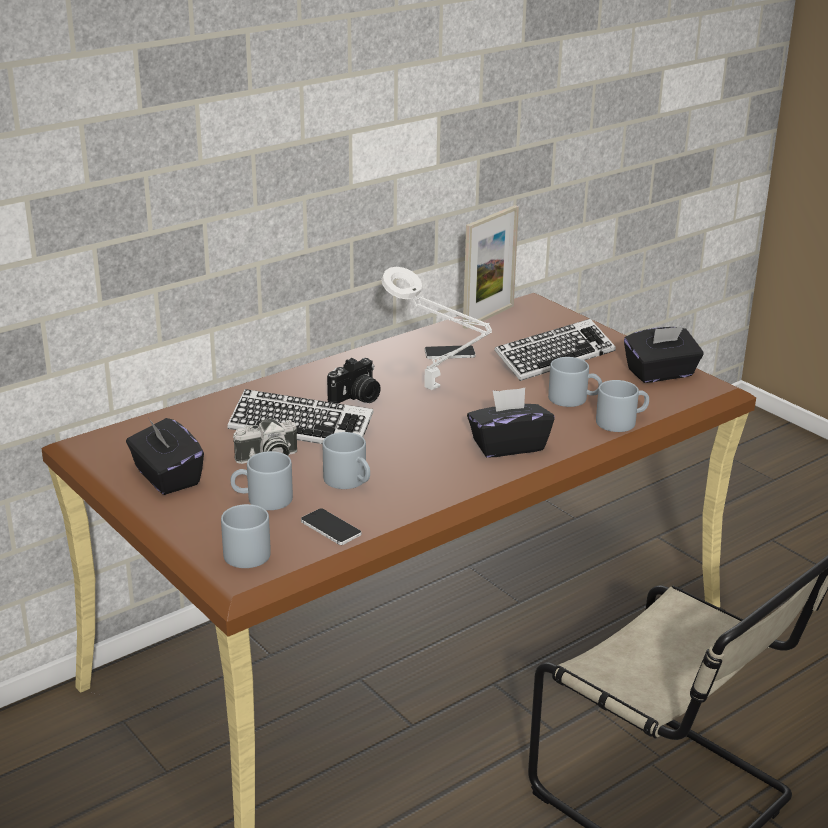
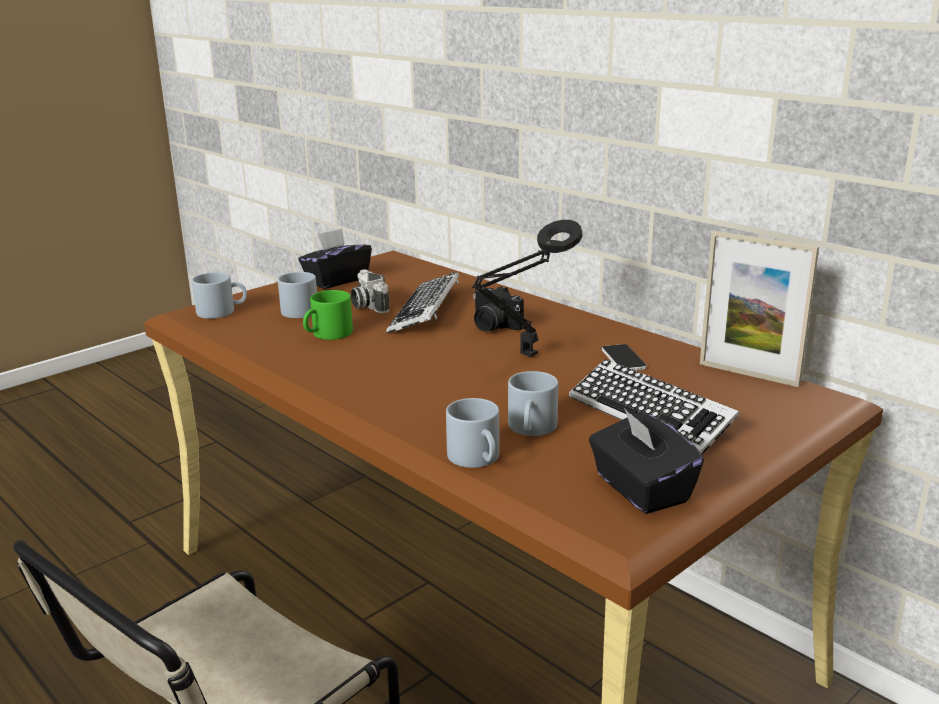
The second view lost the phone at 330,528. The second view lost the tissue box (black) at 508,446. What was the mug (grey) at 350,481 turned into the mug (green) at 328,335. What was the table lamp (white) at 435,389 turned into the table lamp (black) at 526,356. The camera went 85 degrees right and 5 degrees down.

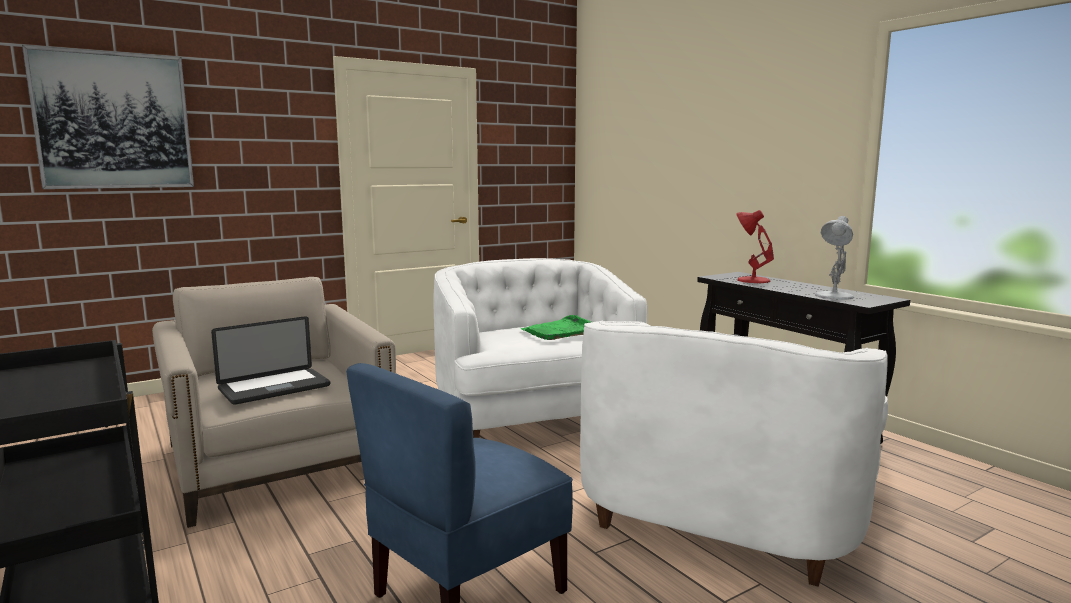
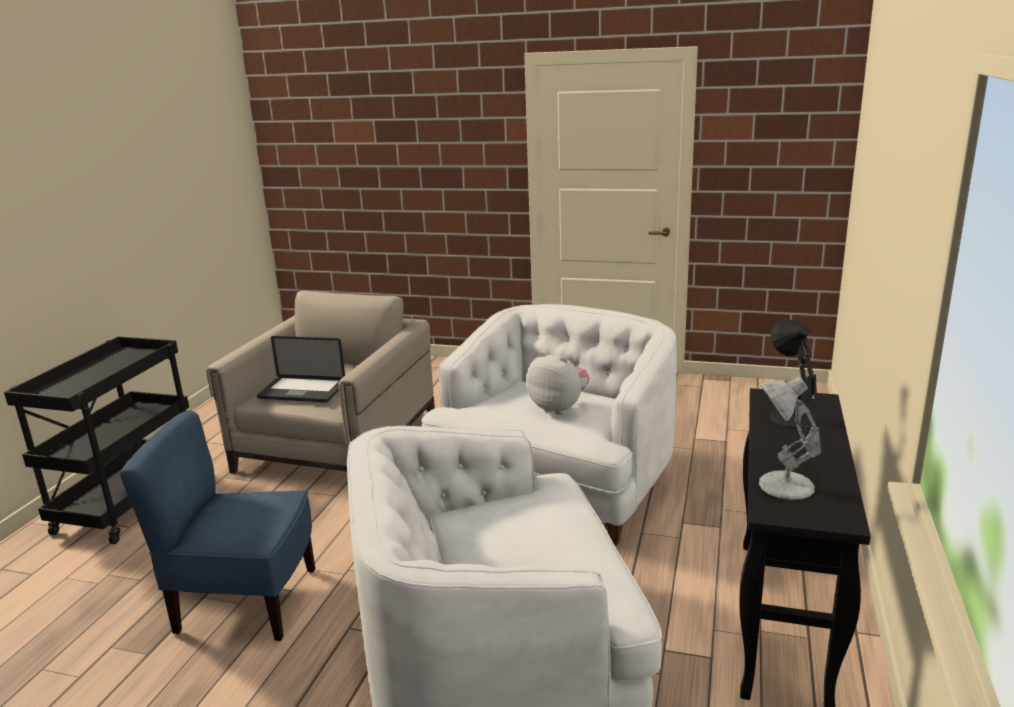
The second view lost the picture at 113,121. Where the tray (green) stood at 561,331, the plush toy came to stand at 559,408. What was the table lamp (red) at 751,280 turned into the table lamp (black) at 791,417. The camera went 50 degrees right and 10 degrees up.

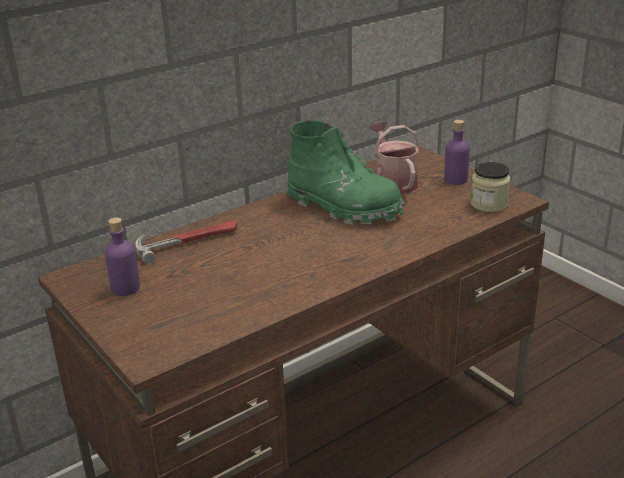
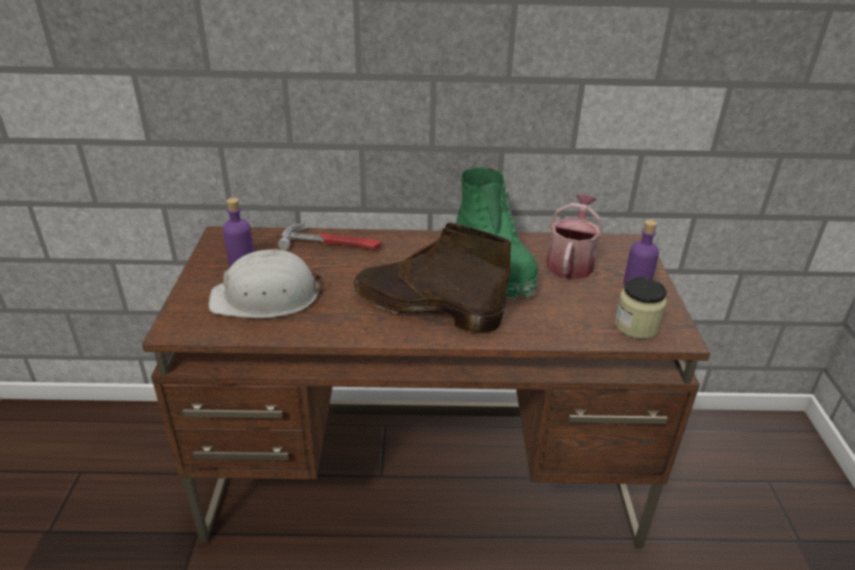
The second view gained the hard hat (white) at 266,297. The second view gained the boot (brown) at 425,307. The camera went 35 degrees right and 5 degrees up.

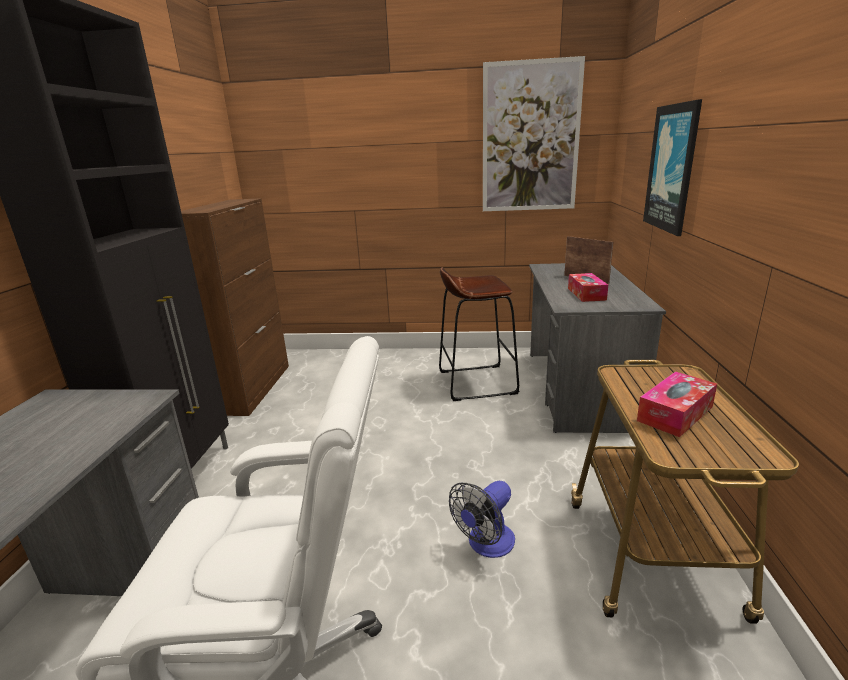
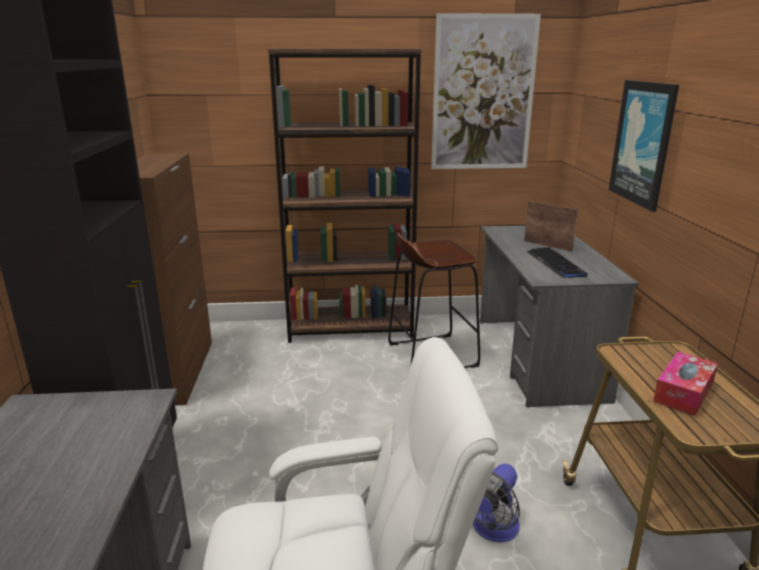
The second view gained the bookcase (brown) at 351,329. Where the tissue box stood at 586,294, the keyboard came to stand at 555,264. The camera went 10 degrees left and 0 degrees up.

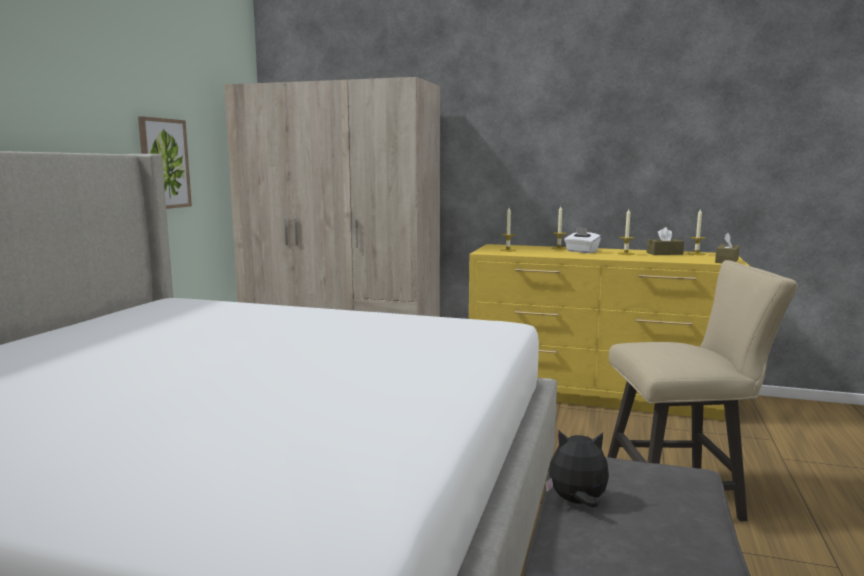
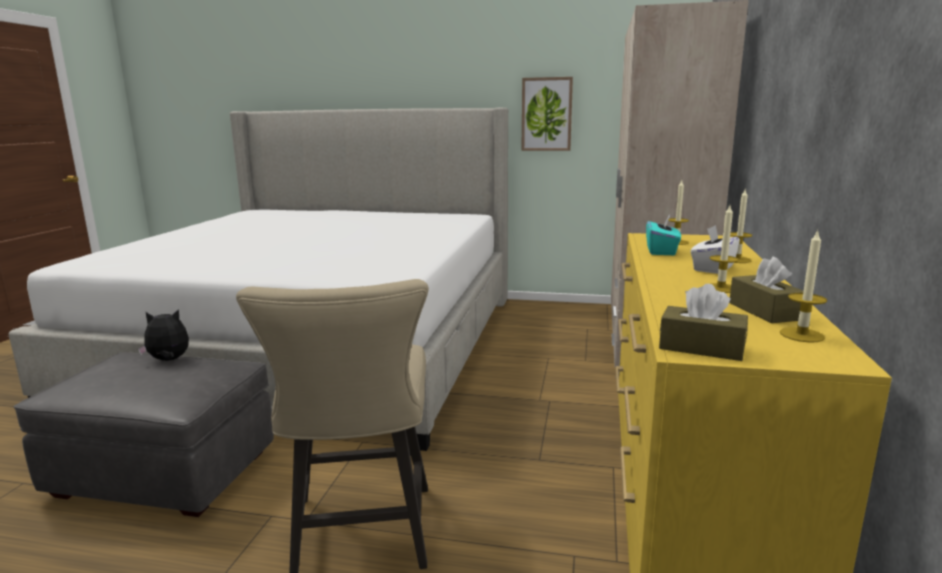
The second view gained the tissue box (turquoise) at 661,251. The plush toy at 577,503 ended up facing another way, 105 degrees counterclockwise from before. The camera went 85 degrees right and 5 degrees up.

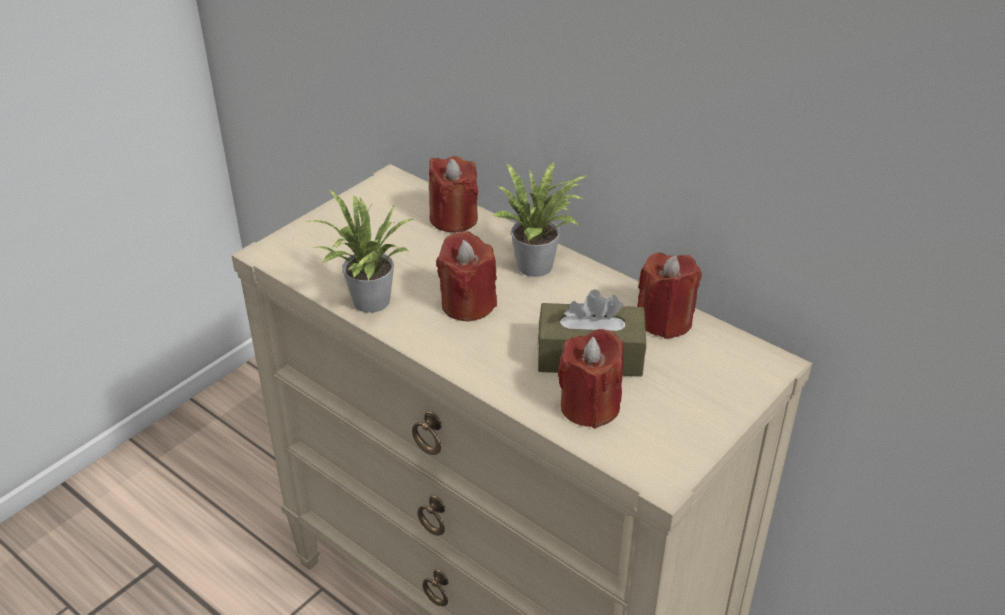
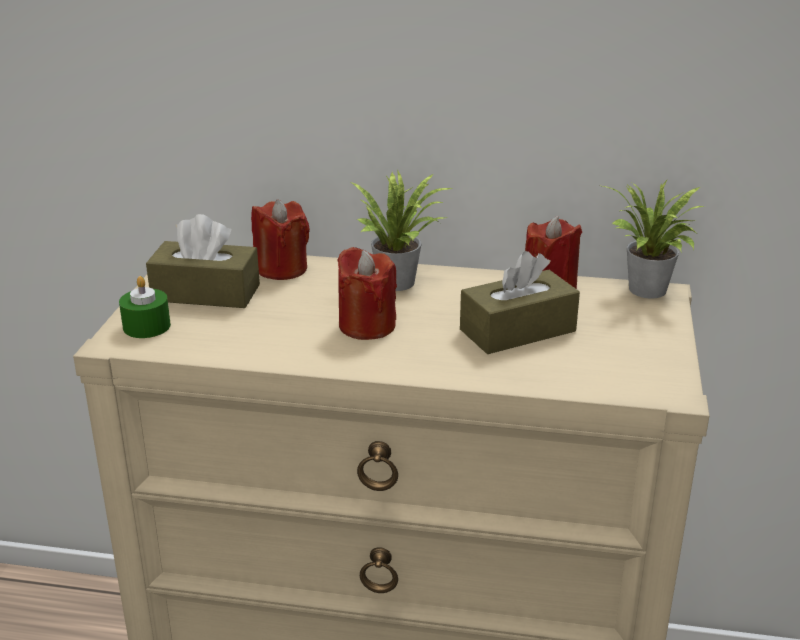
The second view lost the candle (red) at 590,406. The second view gained the candle (green) at 146,326. The second view gained the tissue box (brown) at 206,293. The potted plant ended up elsewhere, having gone from 367,303 to 647,292. The camera went 30 degrees left and 10 degrees down.

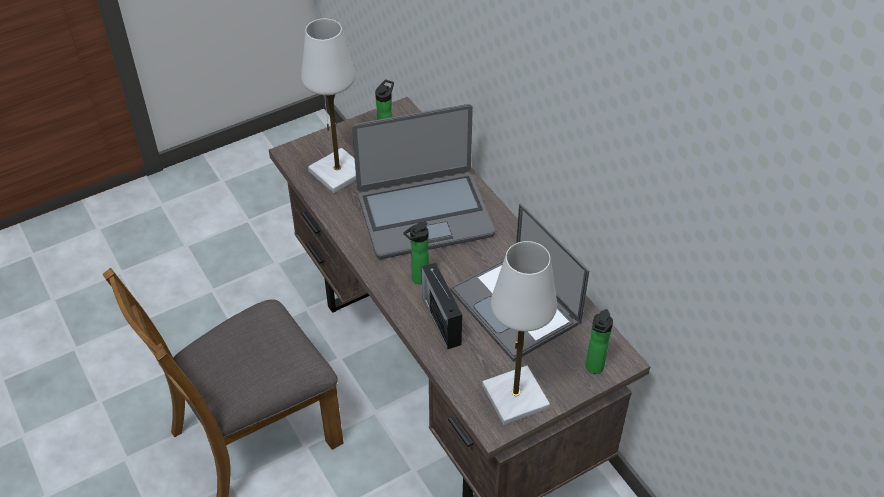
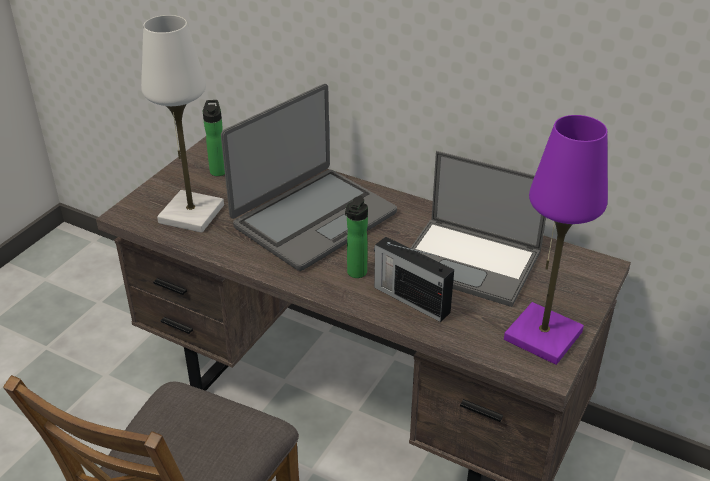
The second view lost the bottle at 593,369. What was the table lamp (white) at 515,397 turned into the table lamp (purple) at 542,336. The camera went 30 degrees left and 10 degrees down.

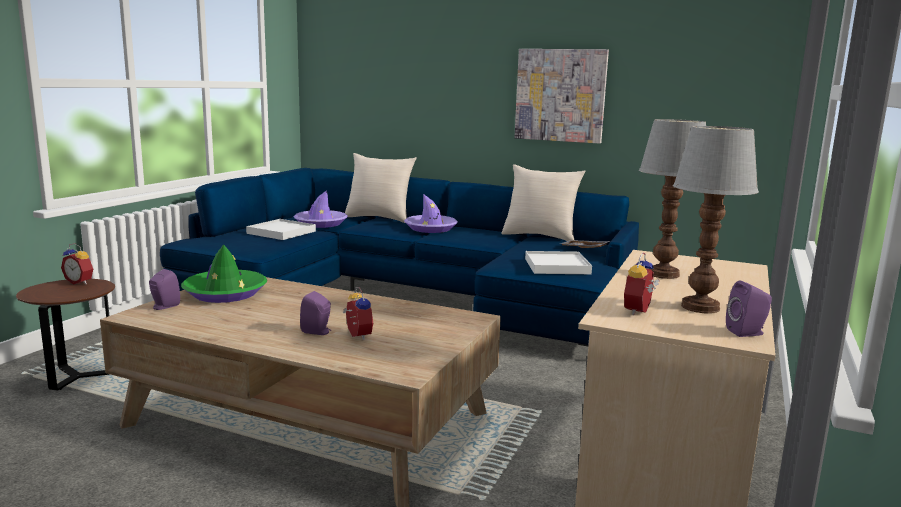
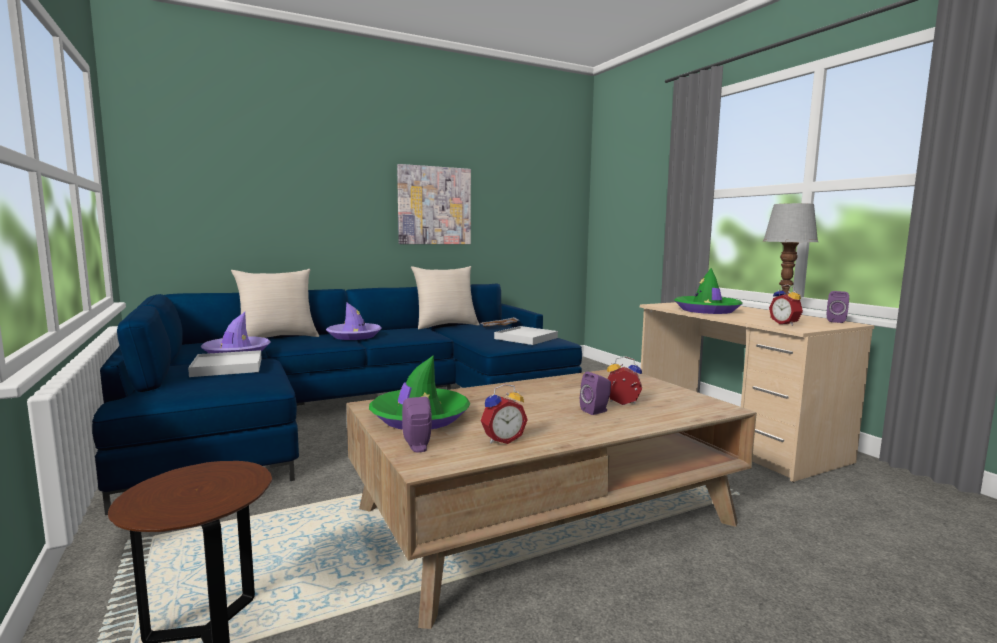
The alarm clock ended up elsewhere, having gone from 80,282 to 502,439. Where the table lamp stood at 662,274, the hat (green) came to stand at 707,310. The camera went 50 degrees left and 5 degrees down.

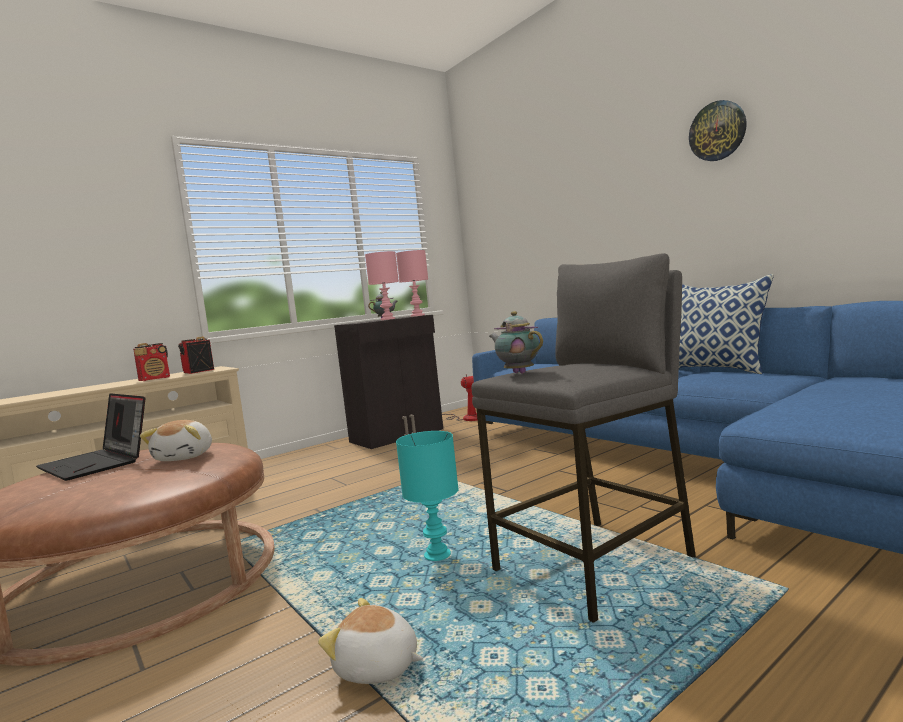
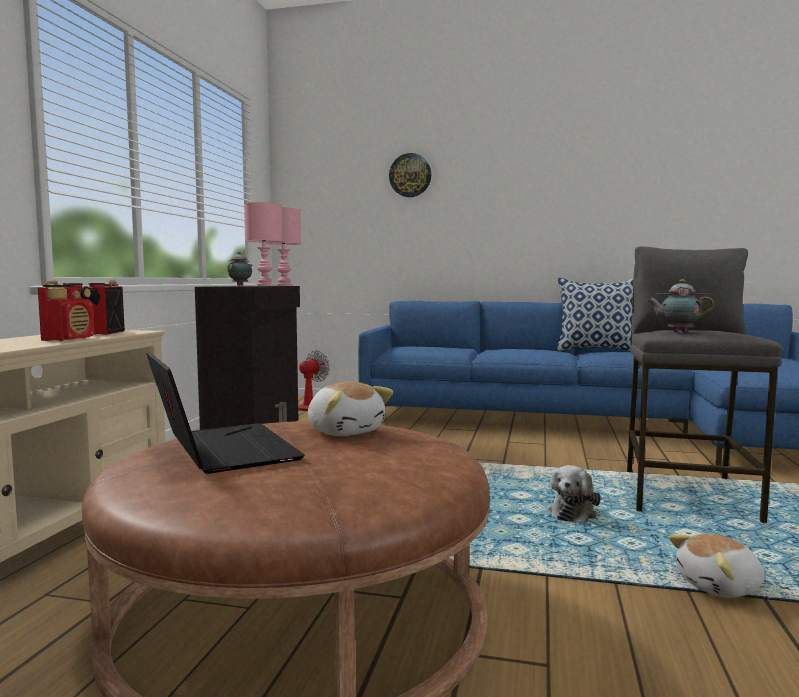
The wall clock ended up elsewhere, having gone from 717,131 to 410,175. Where the table lamp (turquoise) stood at 438,556, the plush toy came to stand at 572,513. The laptop at 98,463 ended up facing another way, 120 degrees counterclockwise from before. The camera went 40 degrees left and 0 degrees up.

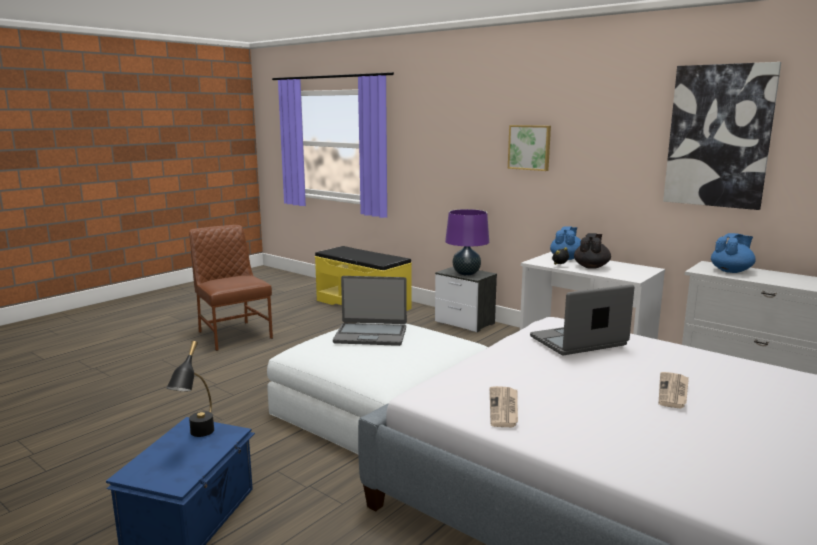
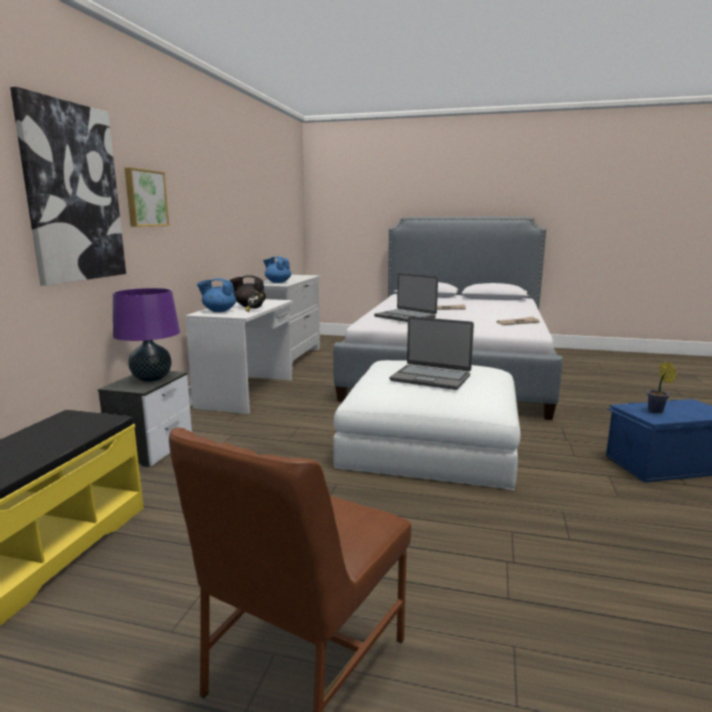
The picture ended up elsewhere, having gone from 719,136 to 72,193. Where the table lamp (black) stood at 197,437, the potted plant came to stand at 657,412. The laptop at 371,335 ended up facing another way, 135 degrees clockwise from before. The camera went 115 degrees left and 0 degrees up.

